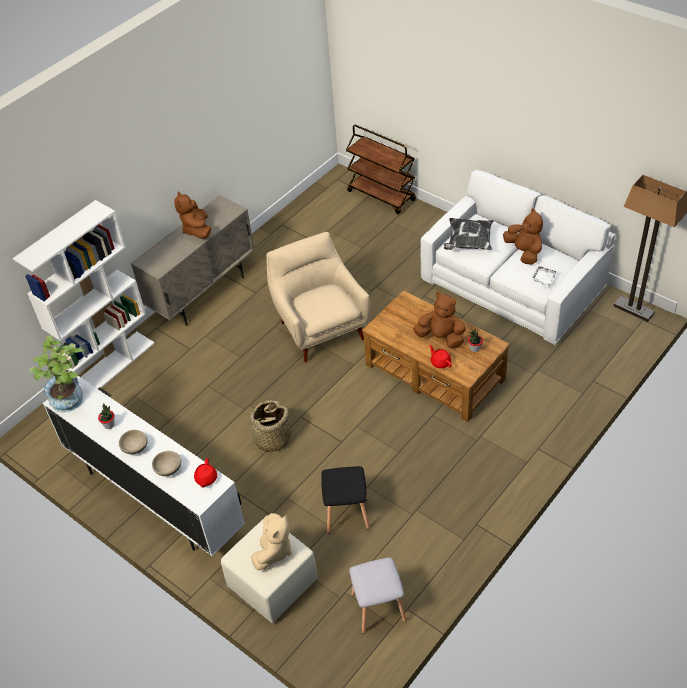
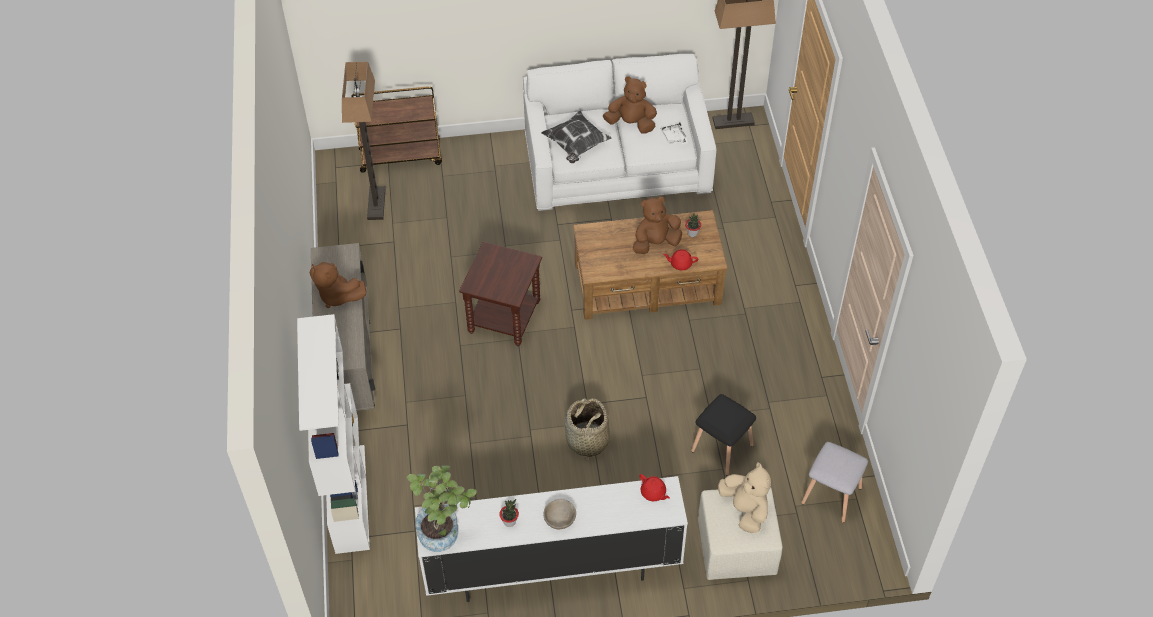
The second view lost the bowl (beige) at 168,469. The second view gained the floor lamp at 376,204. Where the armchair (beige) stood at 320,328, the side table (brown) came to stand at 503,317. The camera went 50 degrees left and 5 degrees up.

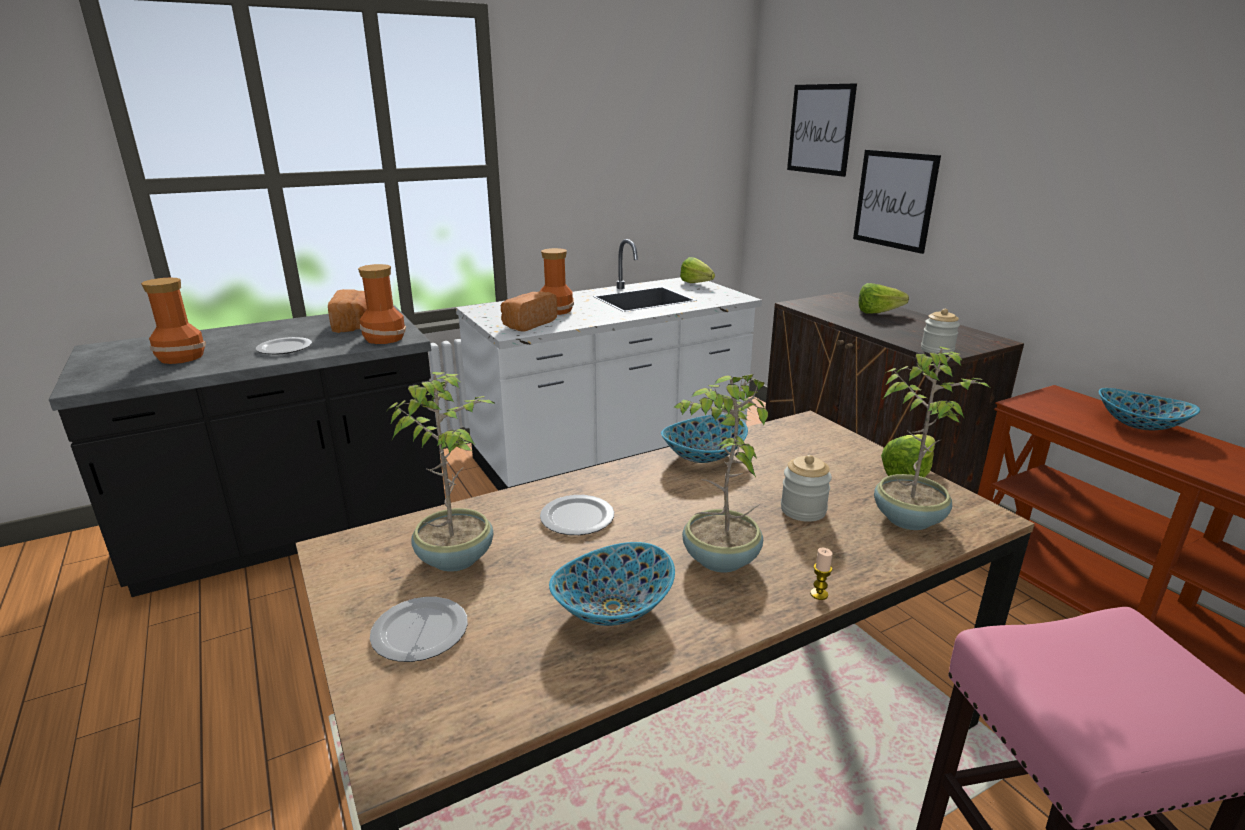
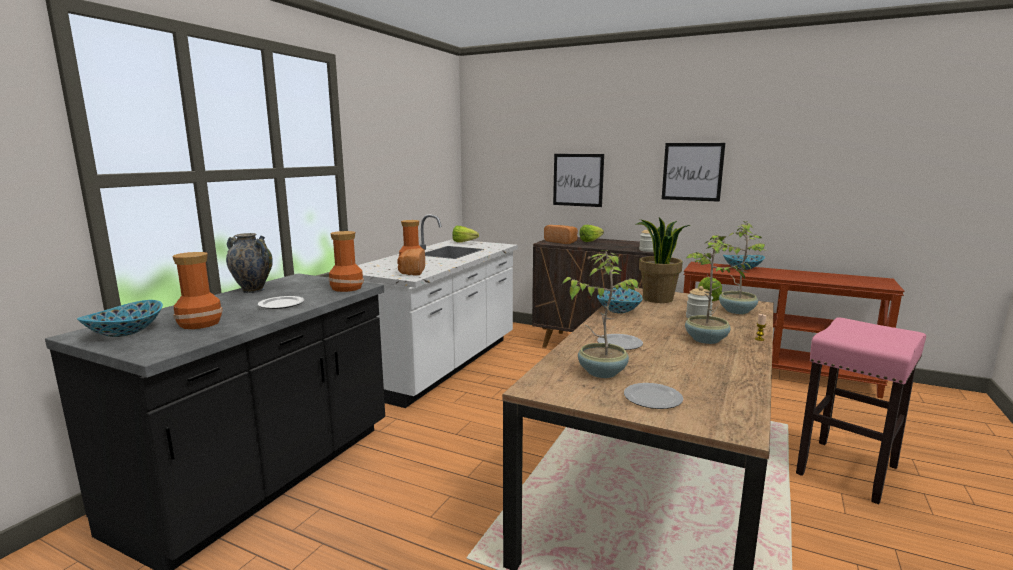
The second view gained the vase at 253,290. The second view gained the potted plant at 657,299. The bread ended up elsewhere, having gone from 354,325 to 561,242. The bowl ended up elsewhere, having gone from 614,608 to 126,332. The picture ended up elsewhere, having gone from 820,129 to 692,172. The camera went 35 degrees left and 10 degrees down.

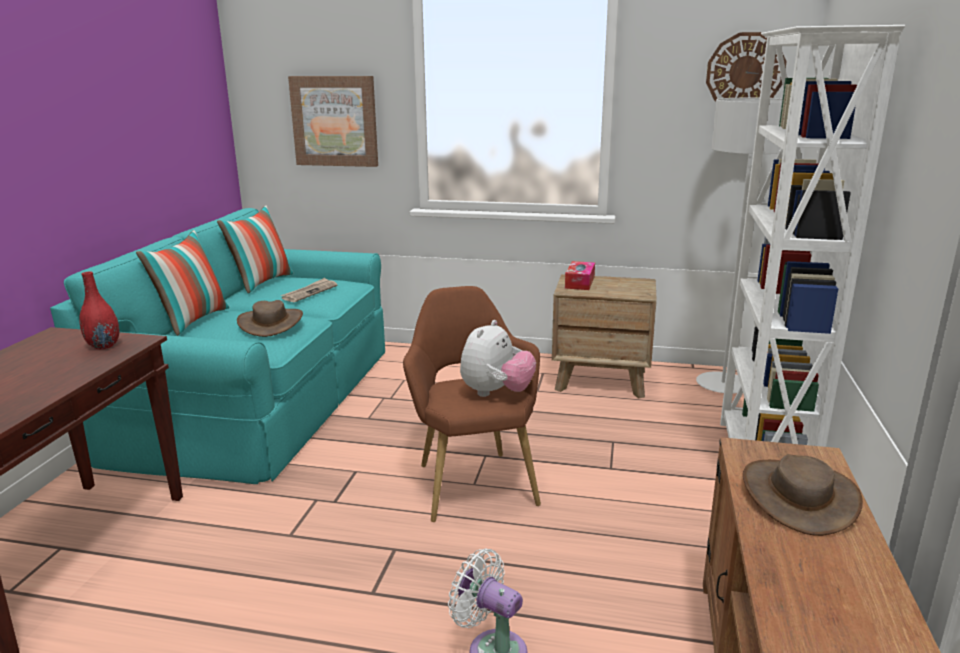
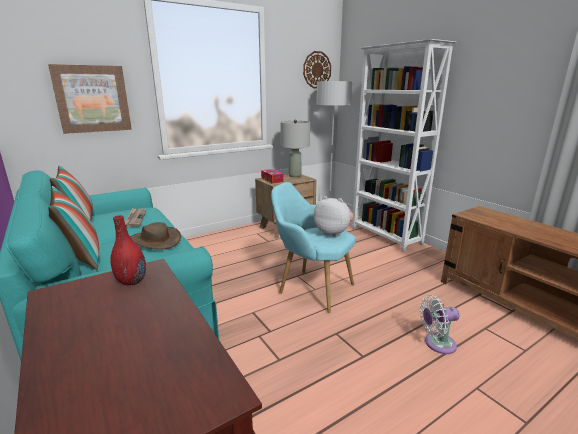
The second view lost the hat (brown) at 799,496. The second view gained the table lamp (grey) at 294,175. What was the armchair (brown) at 472,480 turned into the armchair (turquoise) at 311,288. The plush toy at 496,393 ended up facing another way, 45 degrees counterclockwise from before. The camera went 45 degrees left and 0 degrees up.

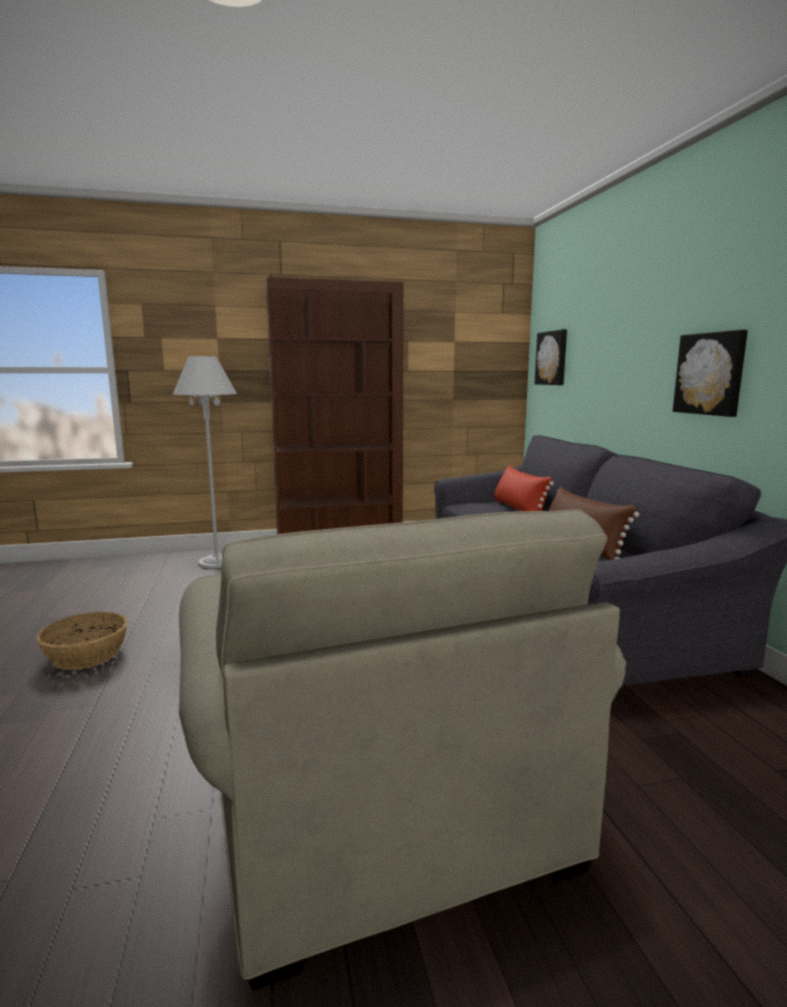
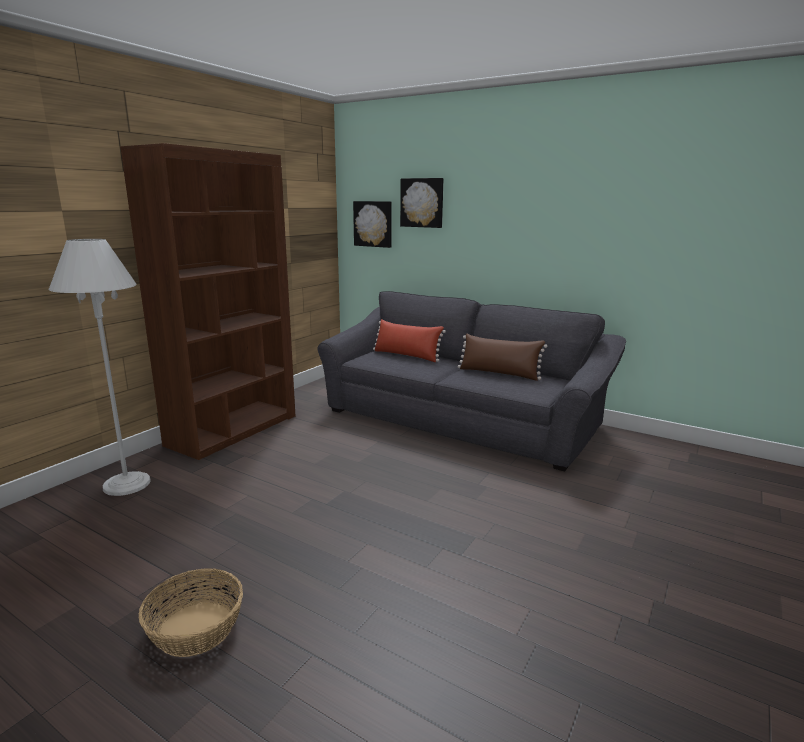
The second view lost the armchair (beige) at 380,807. The picture ended up elsewhere, having gone from 710,374 to 422,203. The camera went 45 degrees left and 5 degrees up.

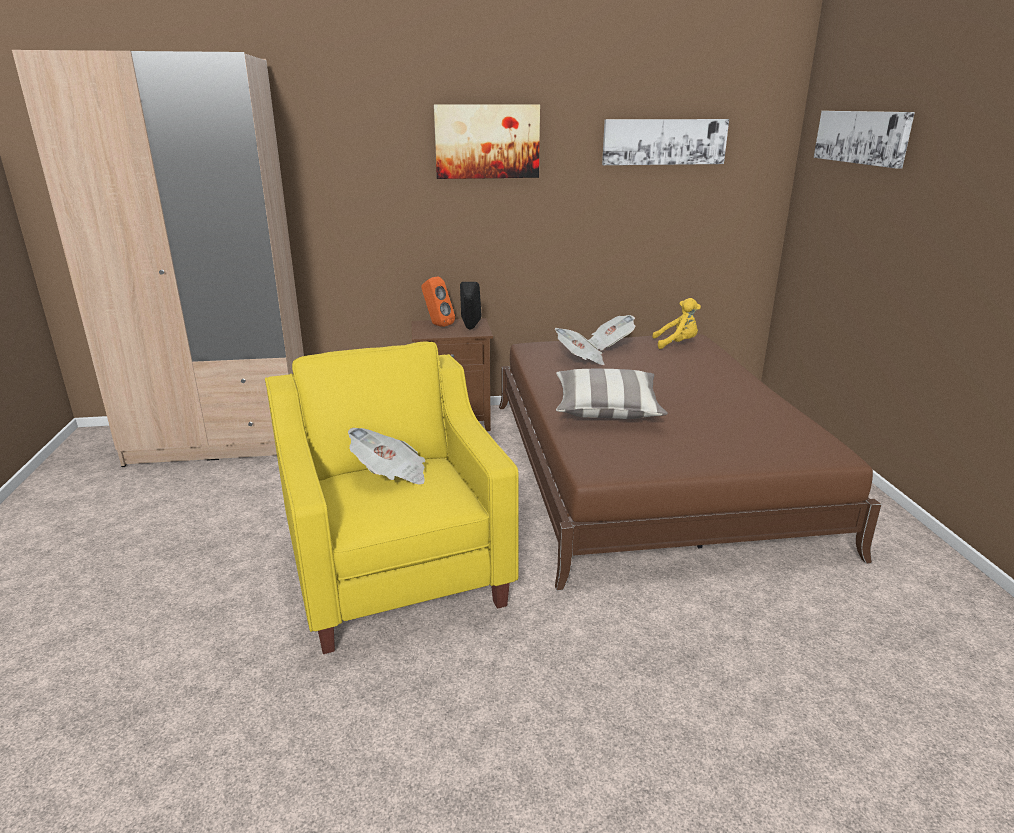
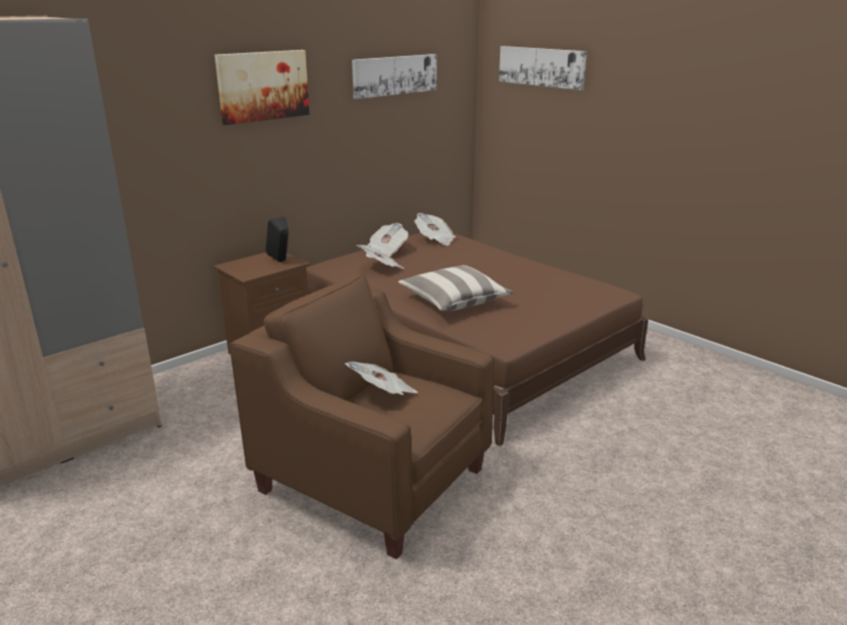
The second view lost the speaker (orange) at 437,325. Where the plush toy (yellow) stood at 677,344, the newspaper came to stand at 435,240. What was the armchair (yellow) at 396,569 turned into the armchair (brown) at 372,479. The camera went 35 degrees left and 0 degrees up.

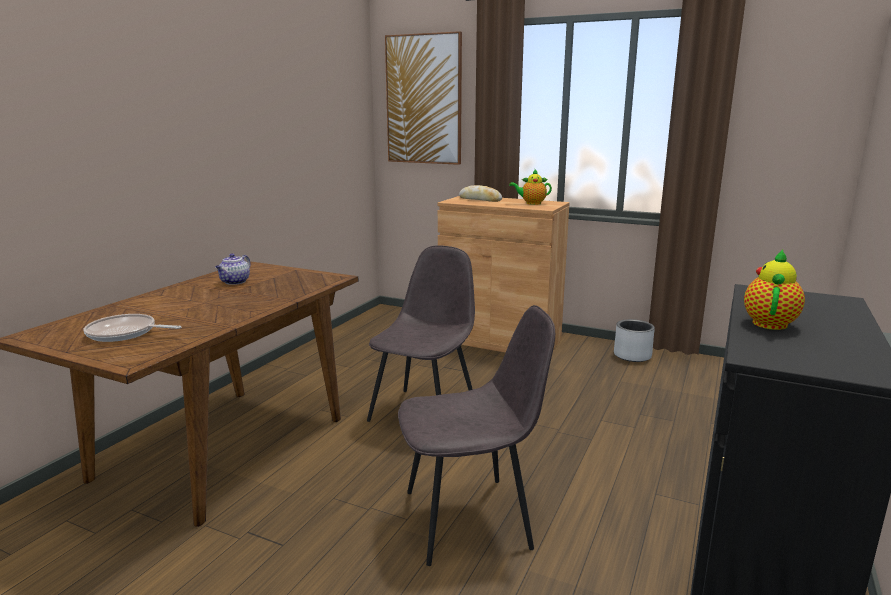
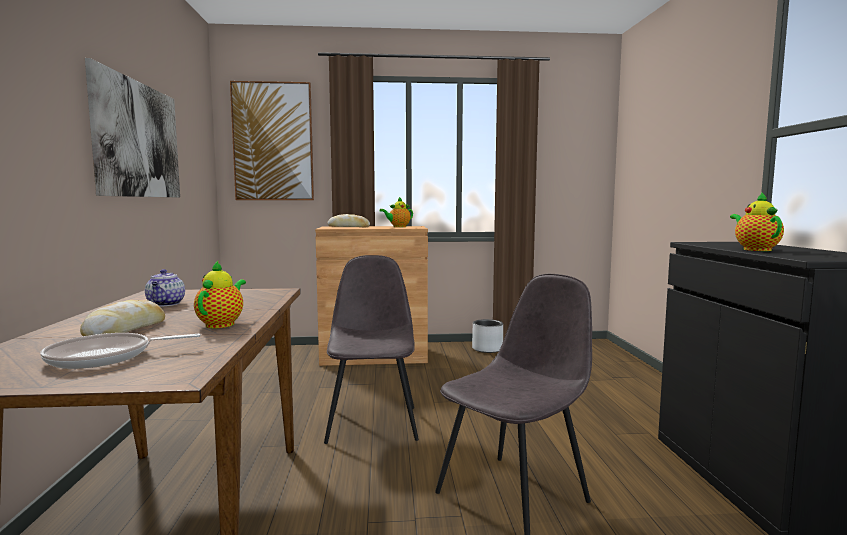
The second view gained the bread at 126,329. The second view gained the picture at 138,140. The second view gained the teapot at 222,324. The camera went 30 degrees left and 10 degrees down.

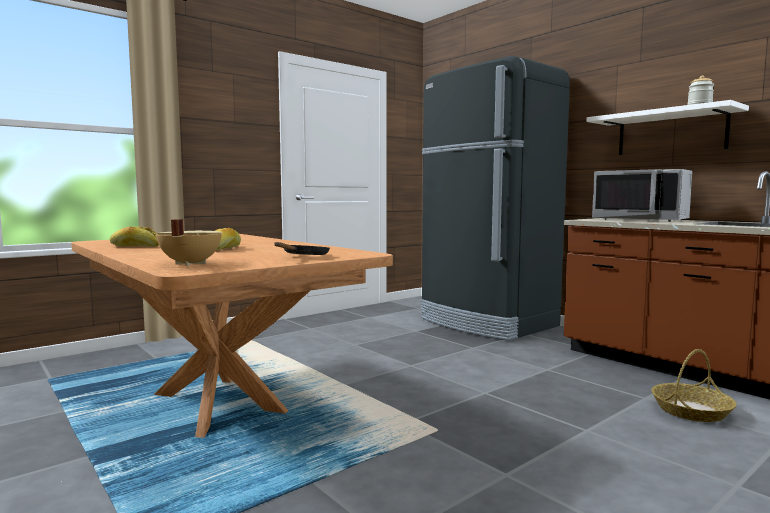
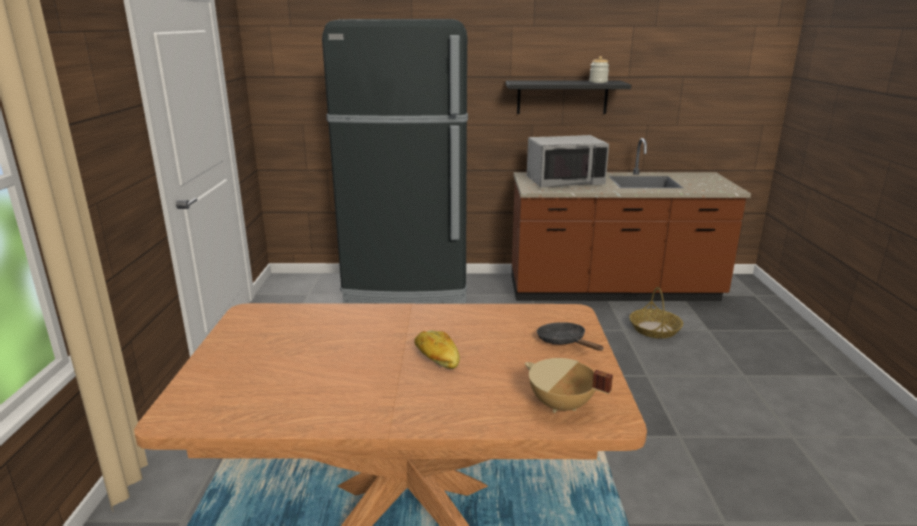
The second view lost the bread at 135,246. What was the shelf (white) at 671,133 turned into the shelf (black) at 562,97. The camera went 50 degrees left and 15 degrees up.

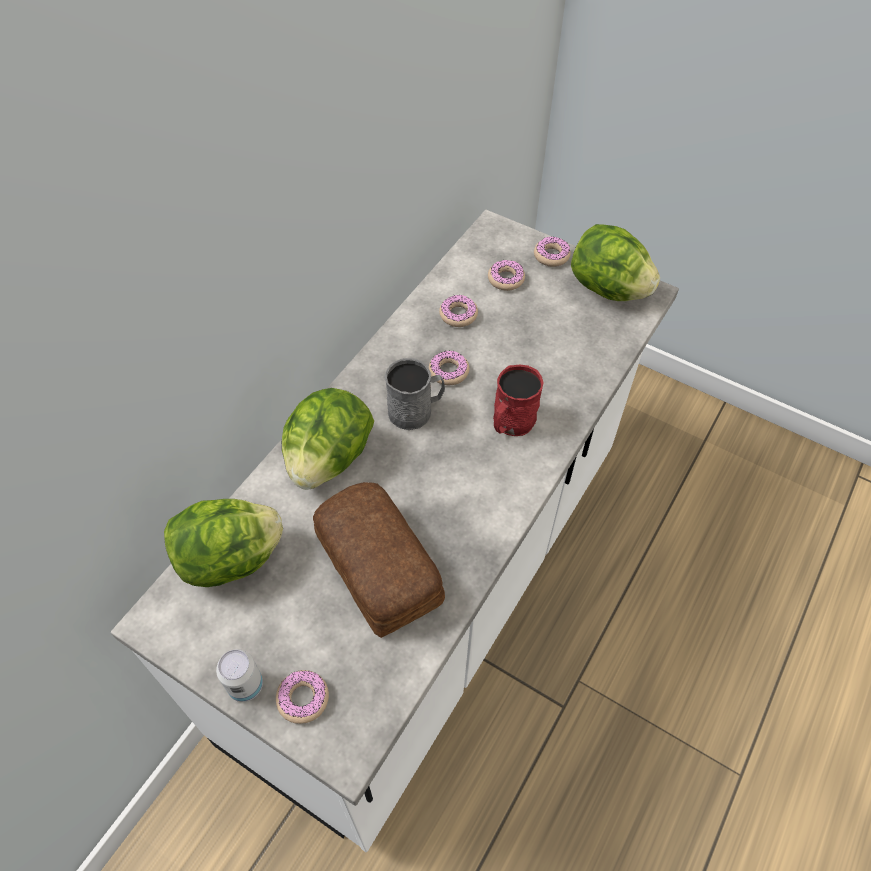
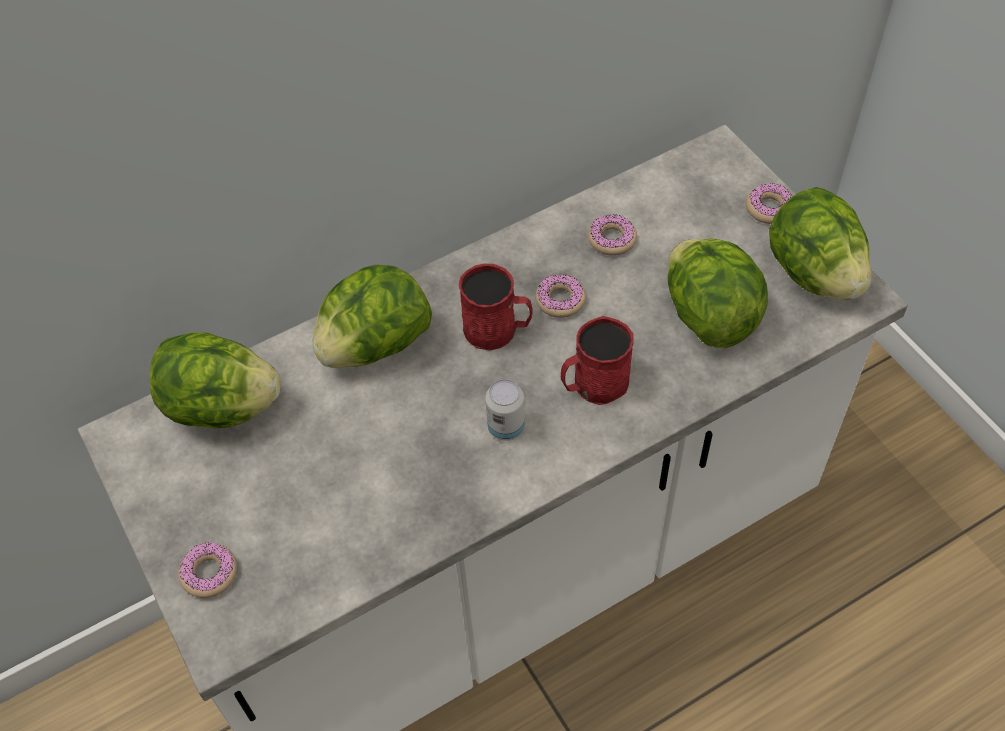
The second view lost the bread at 377,570. The second view lost the donut at 506,279. The second view gained the lettuce at 708,315. The can ended up elsewhere, having gone from 245,685 to 506,427. What was the mug (grey) at 416,410 turned into the mug (red) at 497,330. The camera went 30 degrees right and 0 degrees up.

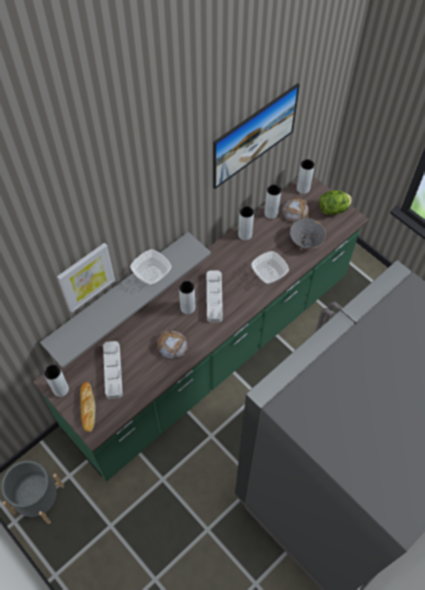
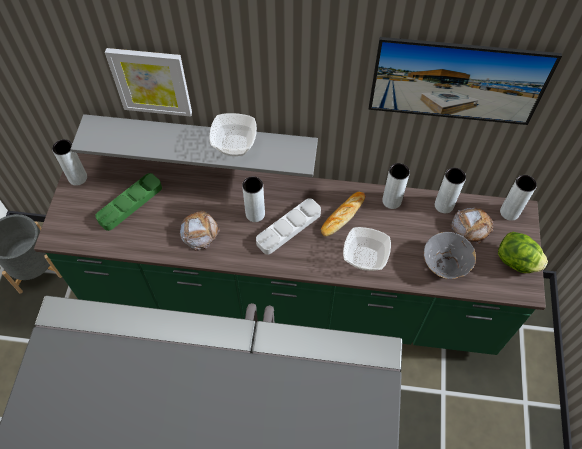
The bread ended up elsewhere, having gone from 87,408 to 342,215. What was the tray (grey) at 113,371 turned into the tray (green) at 130,204. The camera went 50 degrees right and 0 degrees up.

